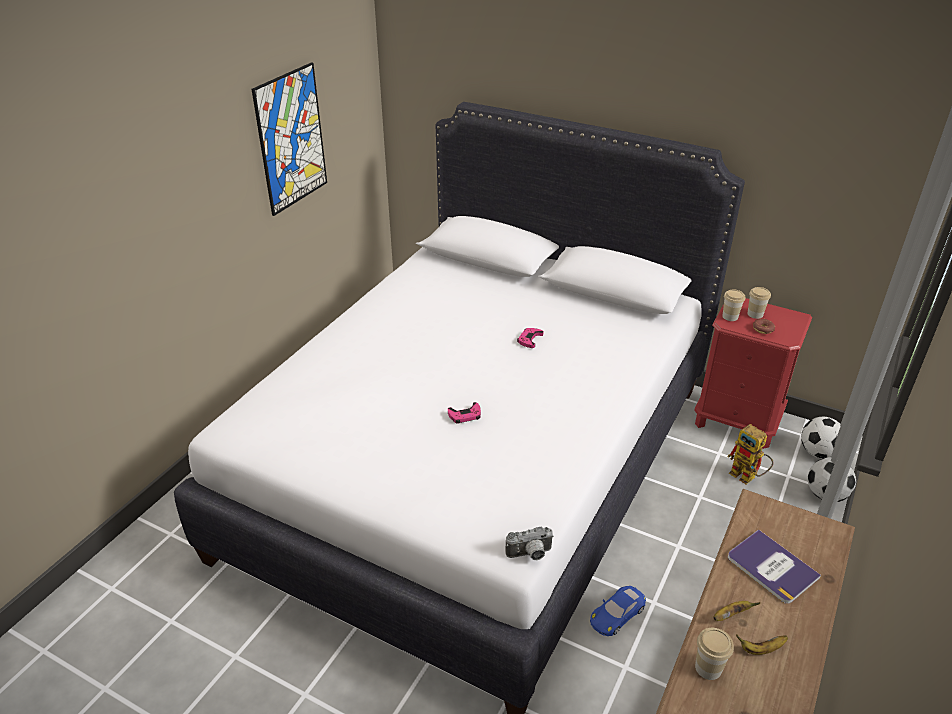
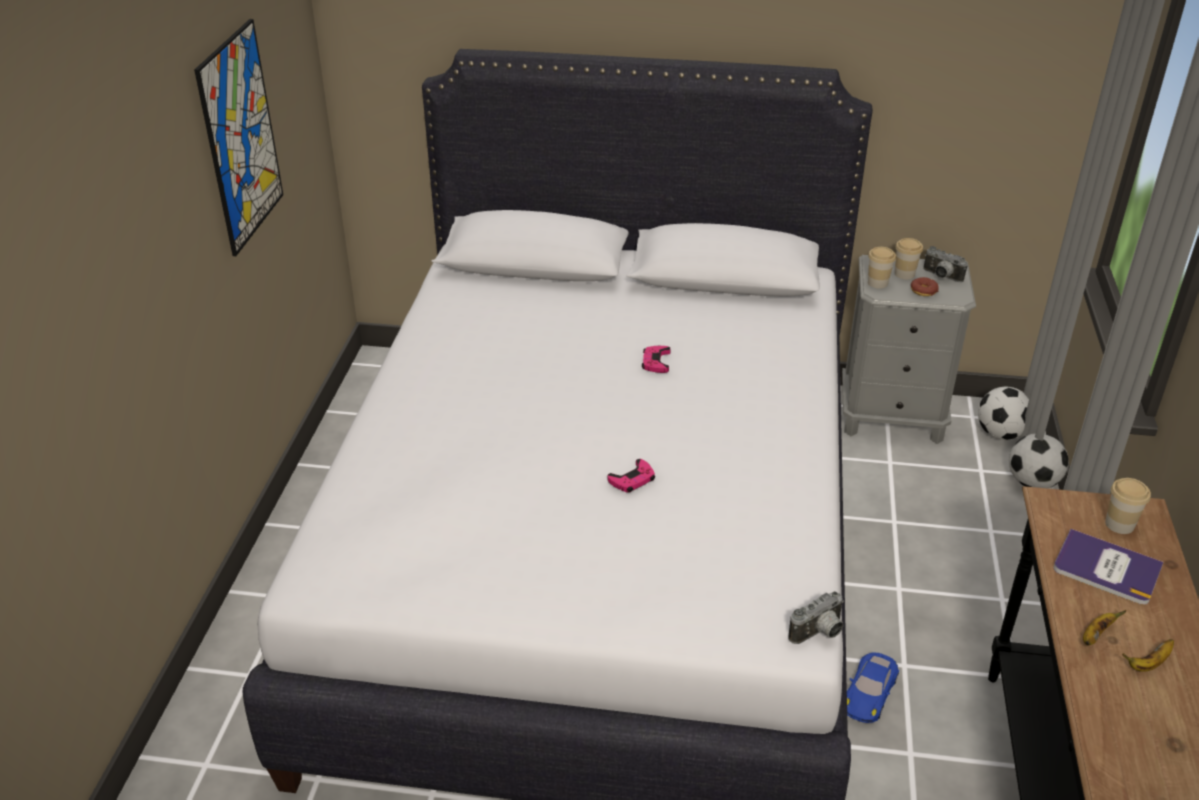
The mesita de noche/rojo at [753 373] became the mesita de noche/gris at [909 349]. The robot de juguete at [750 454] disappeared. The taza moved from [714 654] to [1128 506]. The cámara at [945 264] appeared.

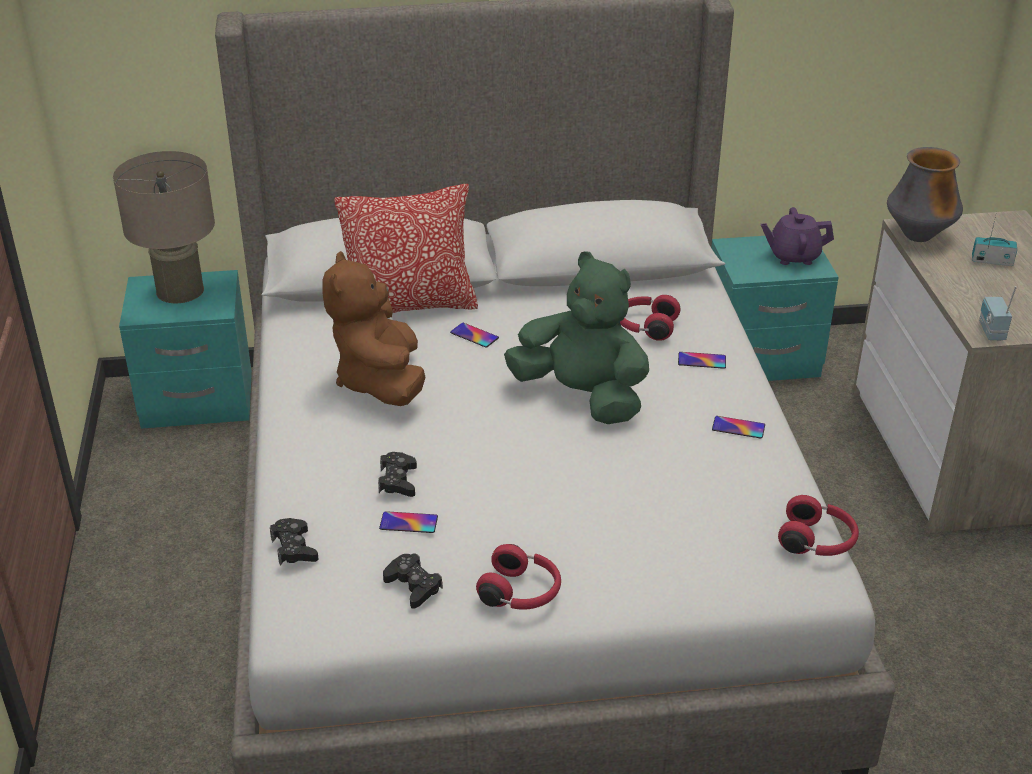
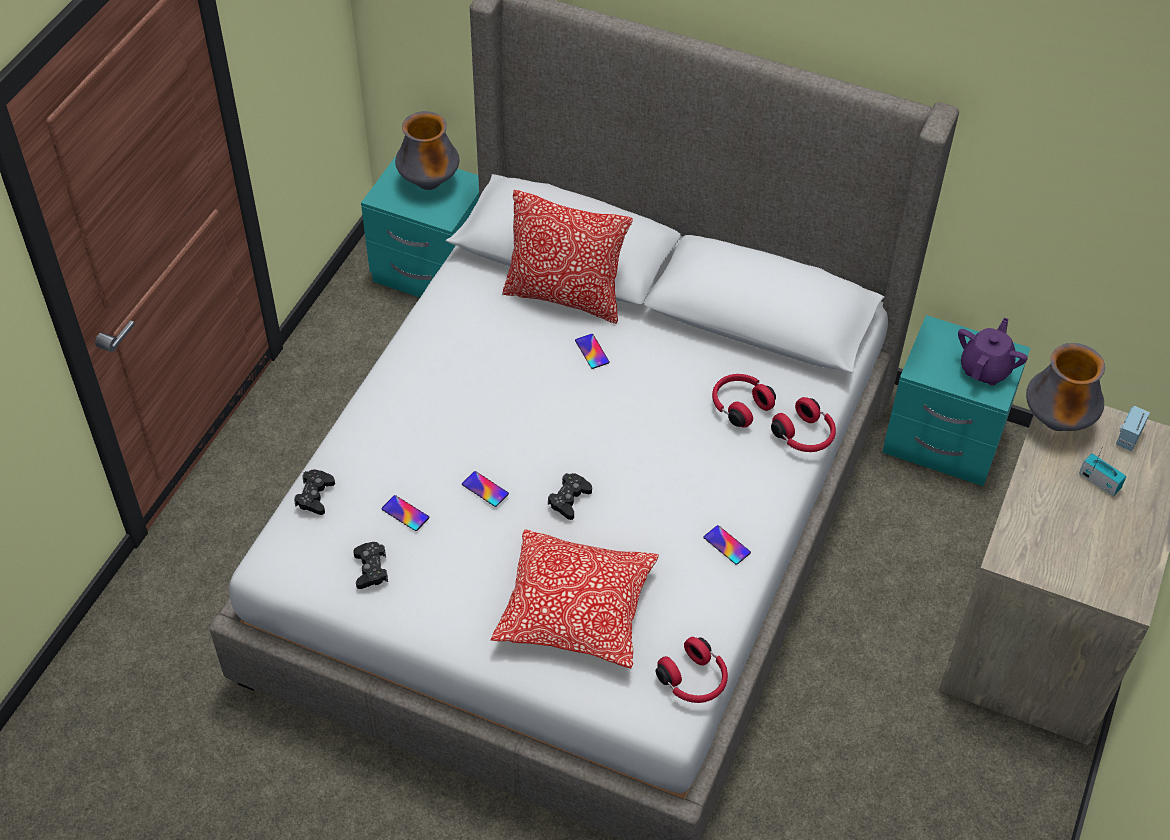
The lámpara de mesa/beis at [164 227] was replaced by the florero at [427 150]. The tetera/morado at [797 236] turned 90 degrees clockwise. The peluche/marrón at [374 328] disappeared. The peluche/verde at [576 337] disappeared. The radio moved from [998 313] to [1133 428]. The móvil moved from [702 360] to [485 489]. The mando de consola/negro moved from [397 474] to [570 496]. The auriculares/rojo moved from [518 576] to [803 424]. The cojín at [575 598] appeared.

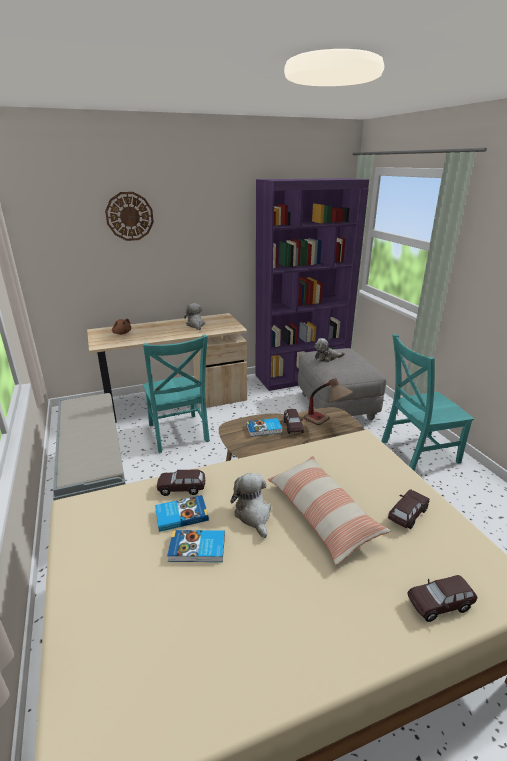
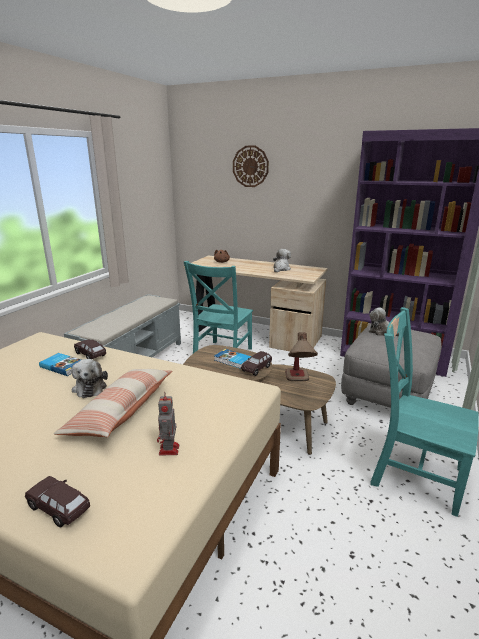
The peluche at [250 505] turned 135 degrees clockwise. The coche de juguete/marrón at [408 509] was replaced by the robot de juguete at [168 423]. The libro at [196 546] disappeared.

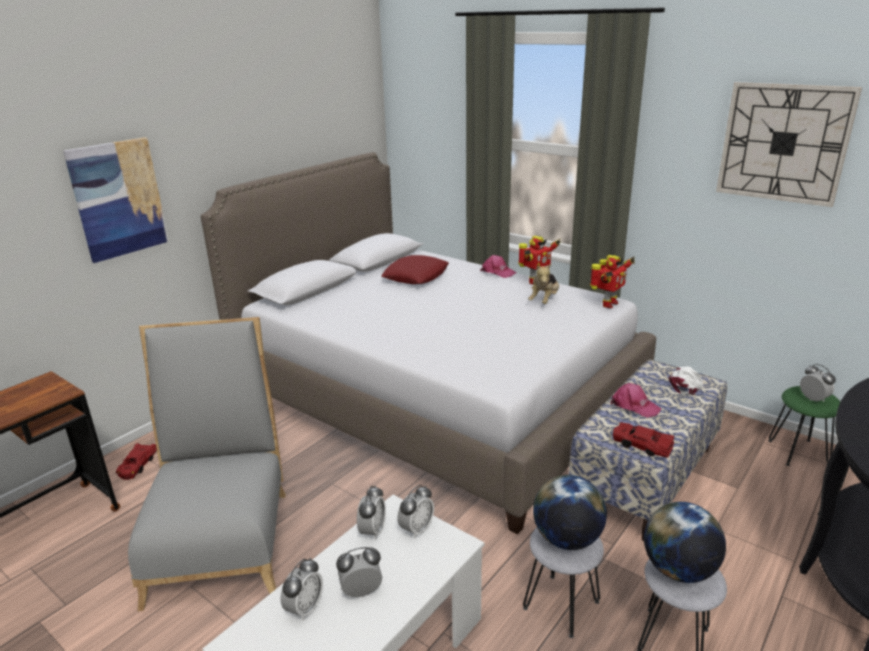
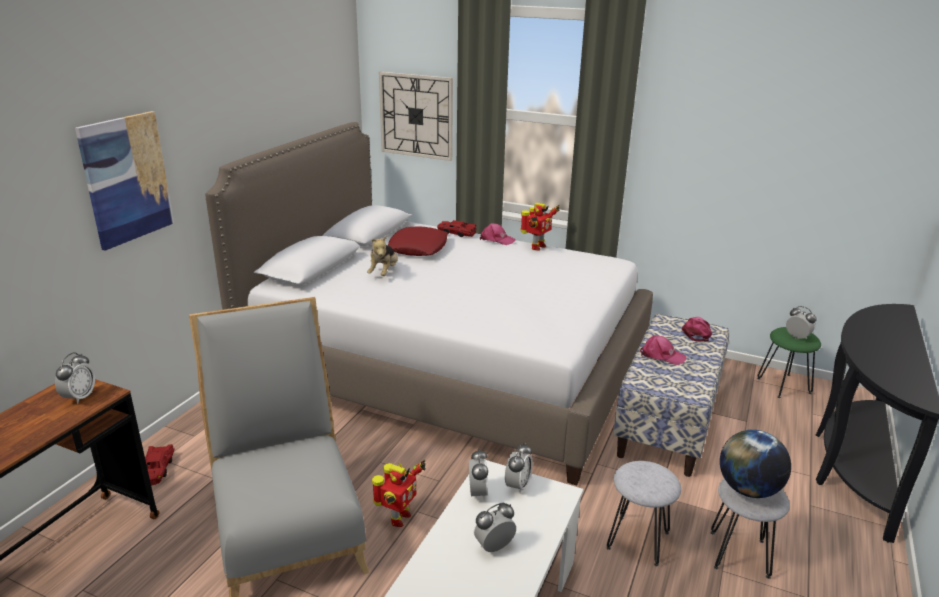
The reloj de pared moved from [789 144] to [416 116]. The robot de juguete moved from [612 281] to [399 493]. The peluche moved from [543 284] to [382 255]. The gorra/blanco at [685 380] became the gorra/rosa at [696 329]. The coche de juguete/rojo moved from [643 440] to [456 228]. The globo terráqueo at [570 512] disappeared. The despertador moved from [301 589] to [75 378].

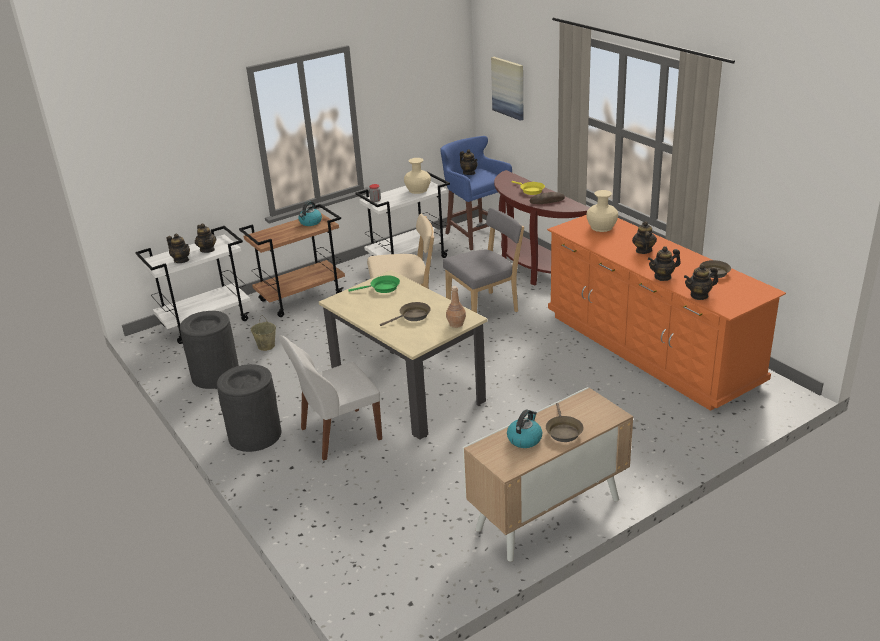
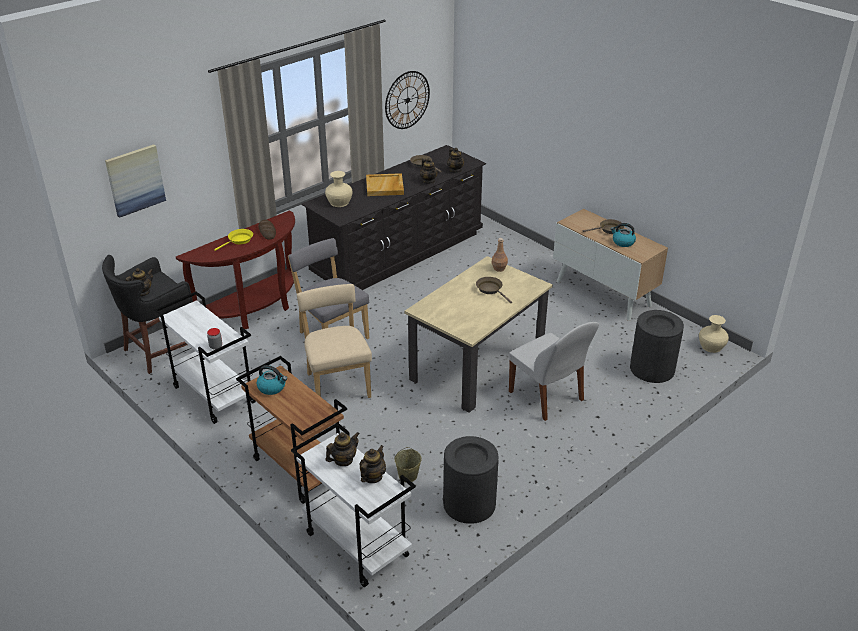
The taburete/azul at [476 193] became the taburete/negro at [147 314]. The florero/beis moved from [417 176] to [714 334]. The cómoda/naranja at [666 313] became the cómoda/negro at [394 217]. The tetera at [644 237] was replaced by the bandeja/beis at [385 184]. The sartén/verde at [374 284] disappeared. The papelera/negro moved from [249 408] to [657 346]. The reloj de pared at [407 100] appeared.

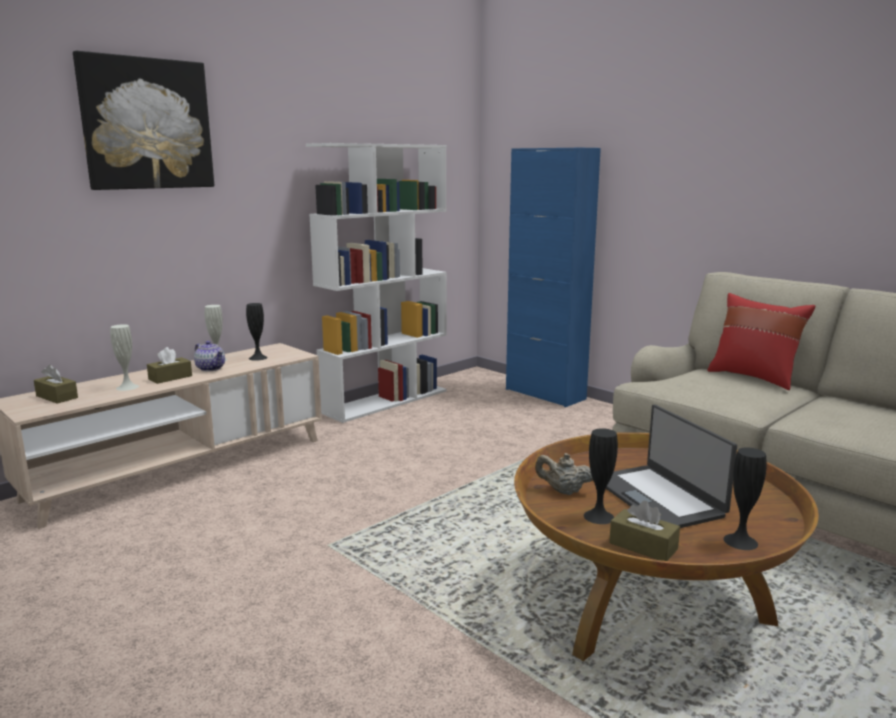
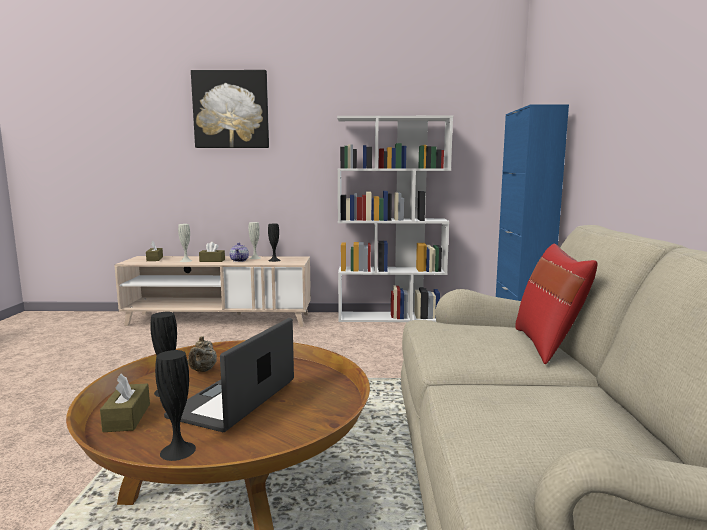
The tetera/beis at [564 474] turned 150 degrees counterclockwise.

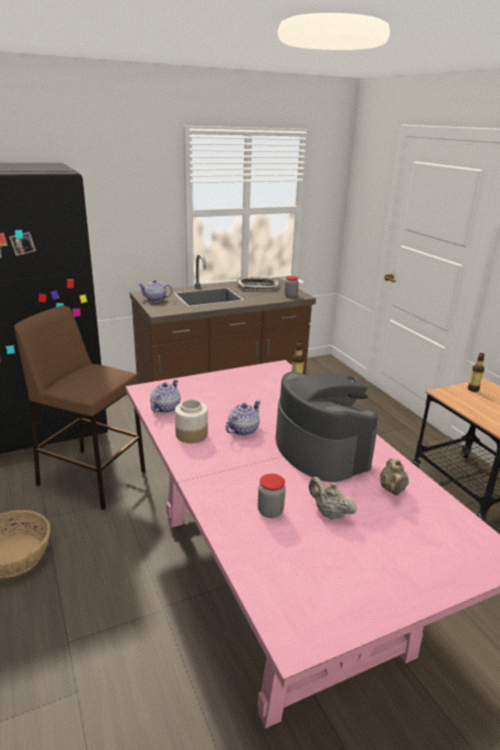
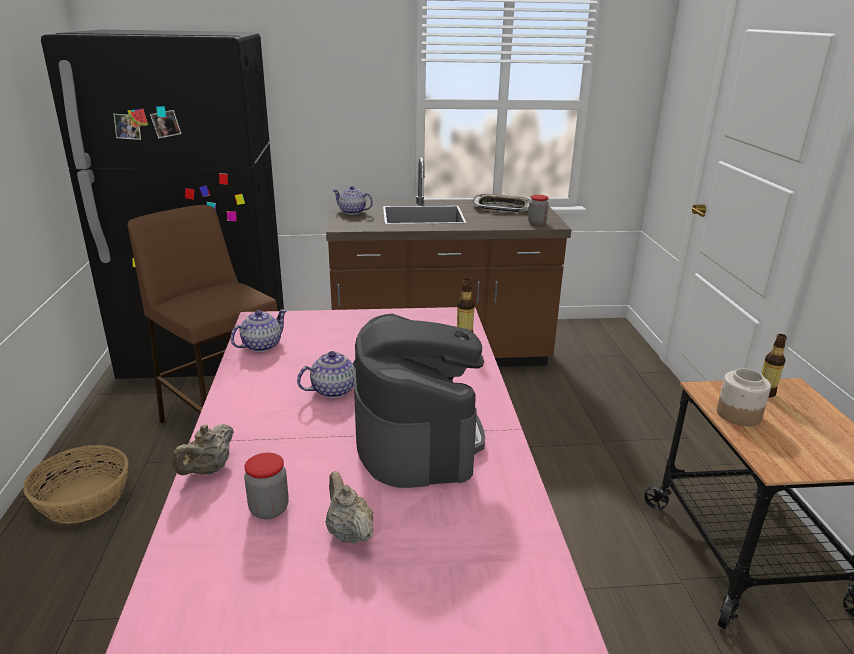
The tarro moved from [191 421] to [744 397]. The tetera/beis moved from [394 476] to [203 450].

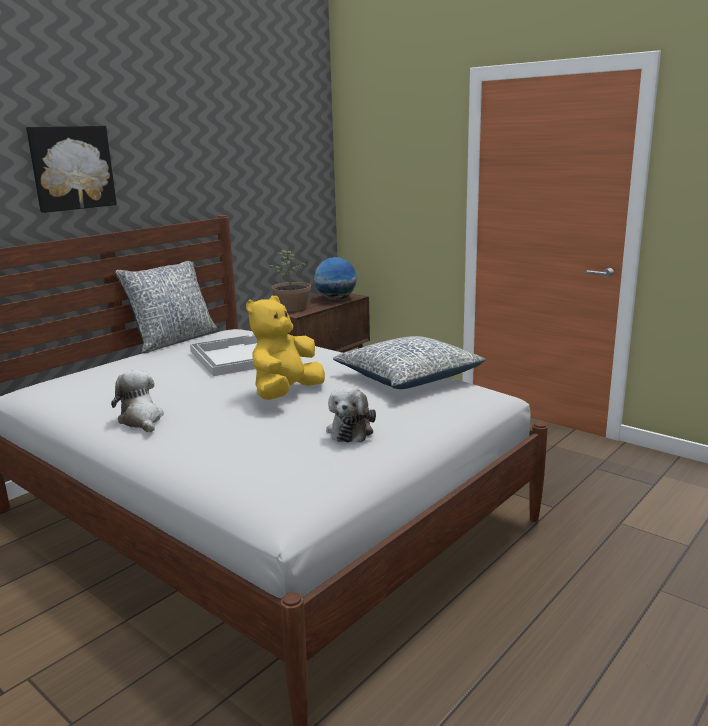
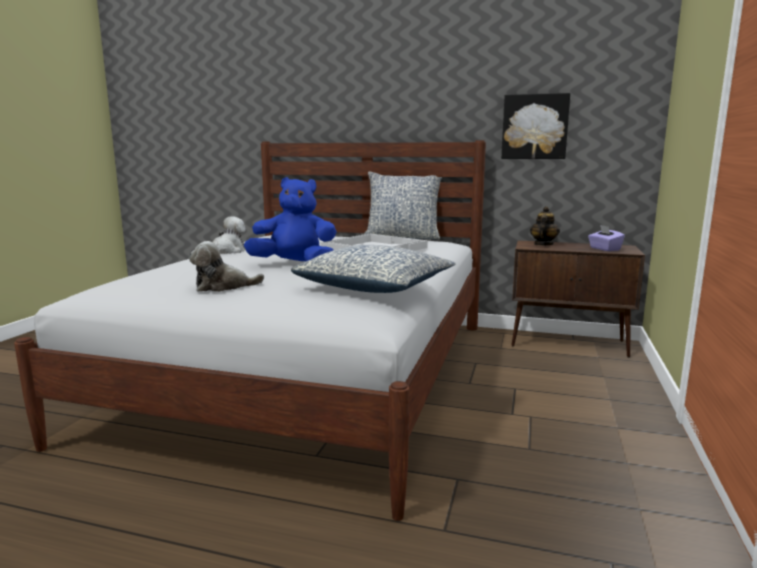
The cuadro moved from [71 169] to [535 126]. The planta en maceta at [290 281] was replaced by the tetera at [545 225]. The globo terráqueo at [335 278] was replaced by the caja de pañuelos/morado at [606 238]. The peluche/amarillo at [285 348] became the peluche/azul at [290 219].

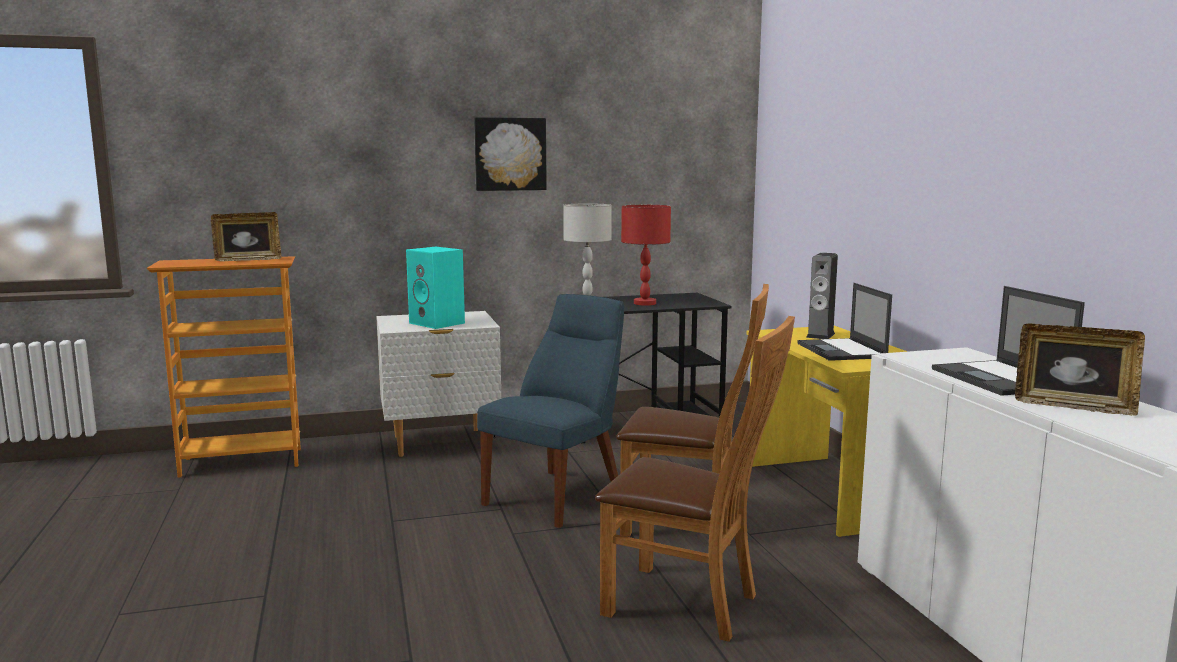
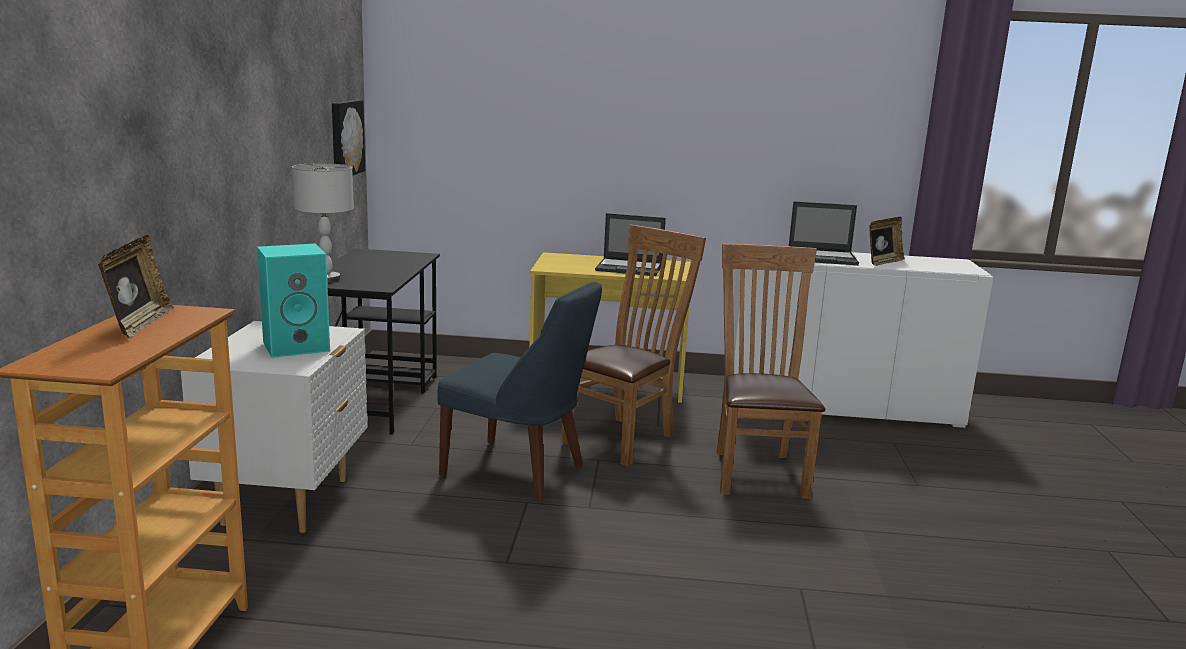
The cuadro moved from [510 154] to [348 137]. The lámpara de mesa/rojo at [646 255] disappeared. The altavoz at [822 296] disappeared. The silla/azul at [550 411] turned 150 degrees clockwise. The silla/marrón at [695 479] turned 45 degrees counterclockwise.

